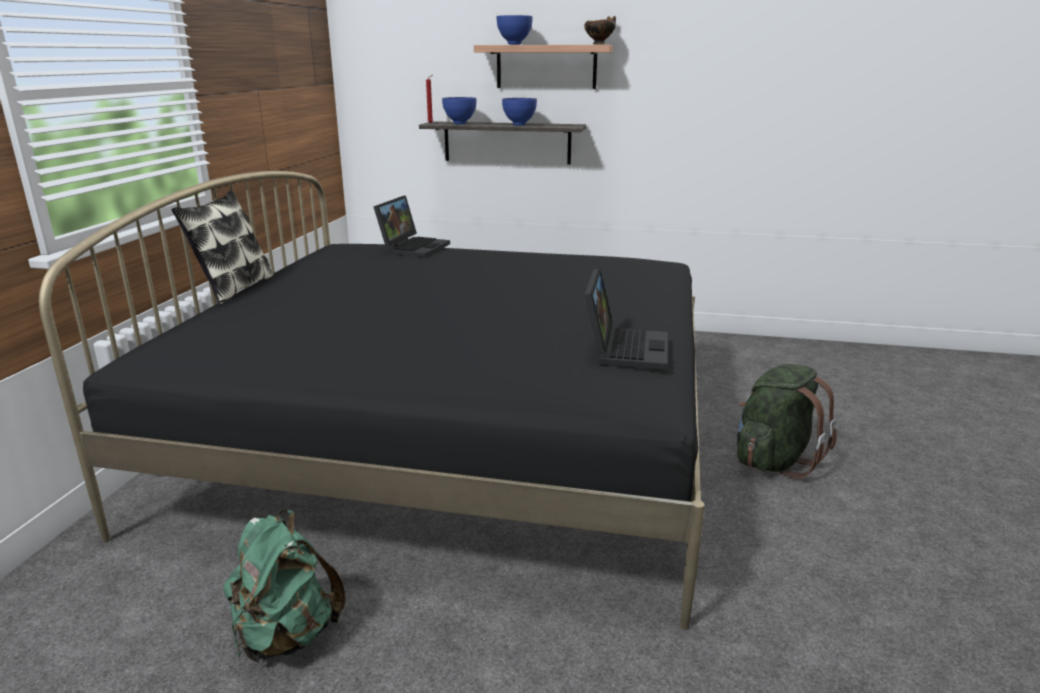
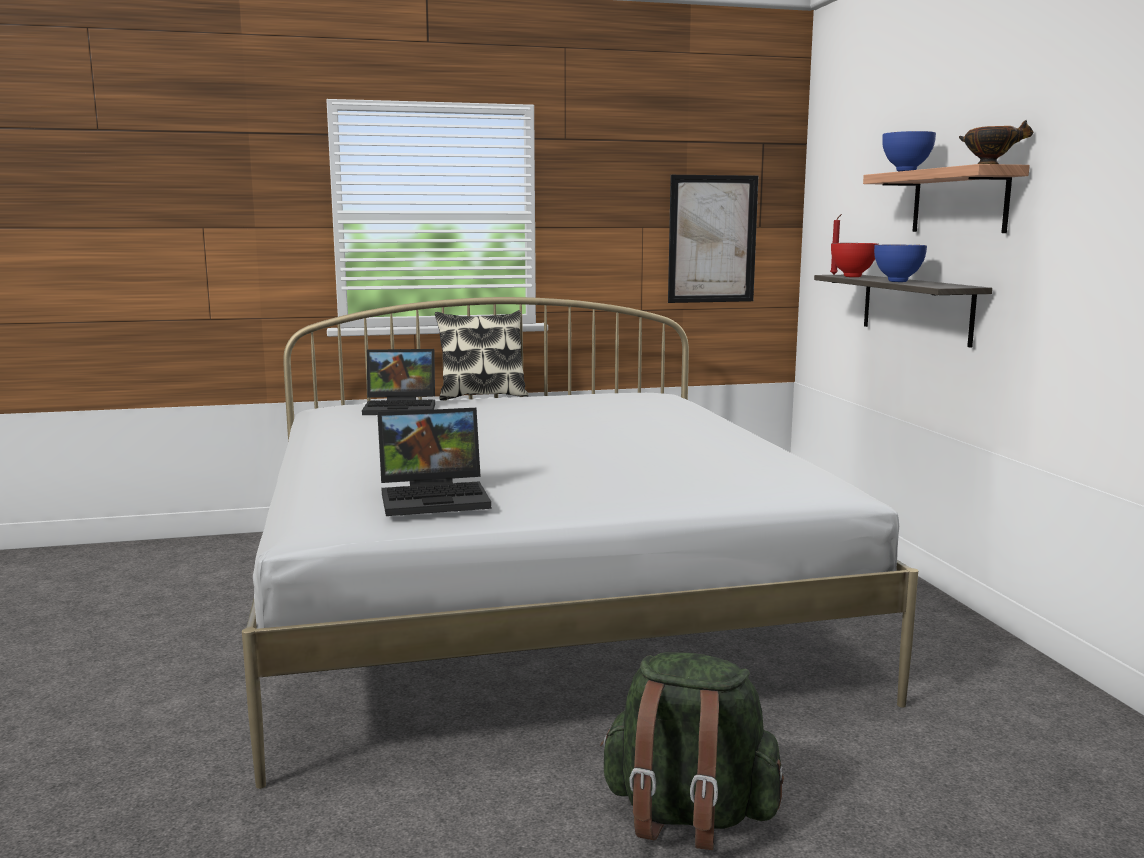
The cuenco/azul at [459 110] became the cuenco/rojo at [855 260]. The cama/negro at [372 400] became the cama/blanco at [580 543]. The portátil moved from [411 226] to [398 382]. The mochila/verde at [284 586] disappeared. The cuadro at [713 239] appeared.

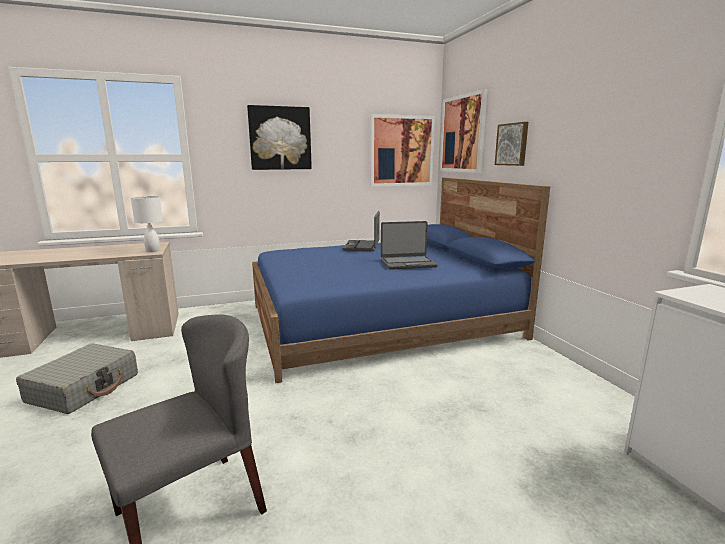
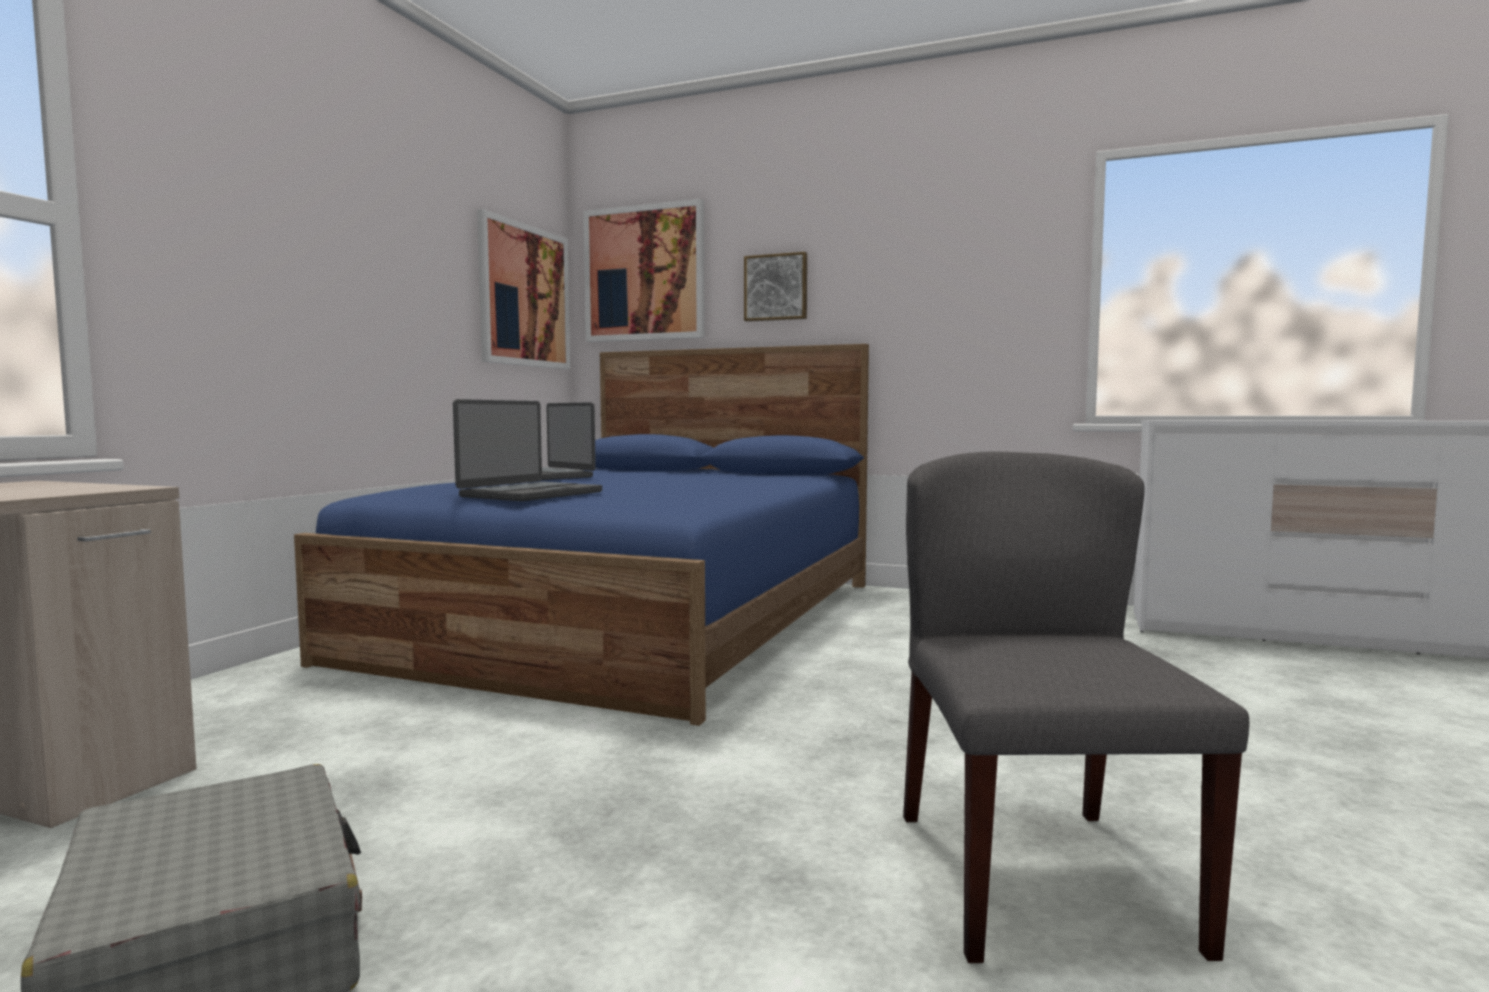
The cuadro at [279 137] disappeared. The lámpara de mesa/blanco at [147 224] disappeared. The portátil moved from [409 245] to [527 450].

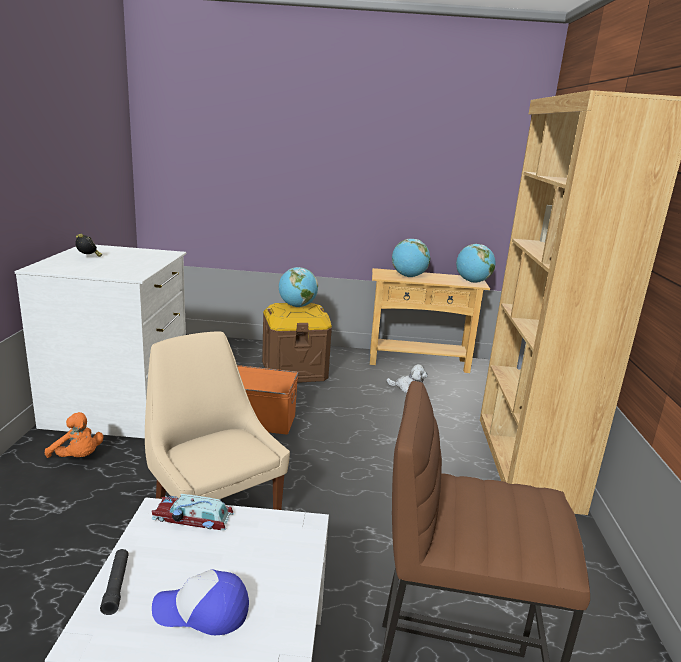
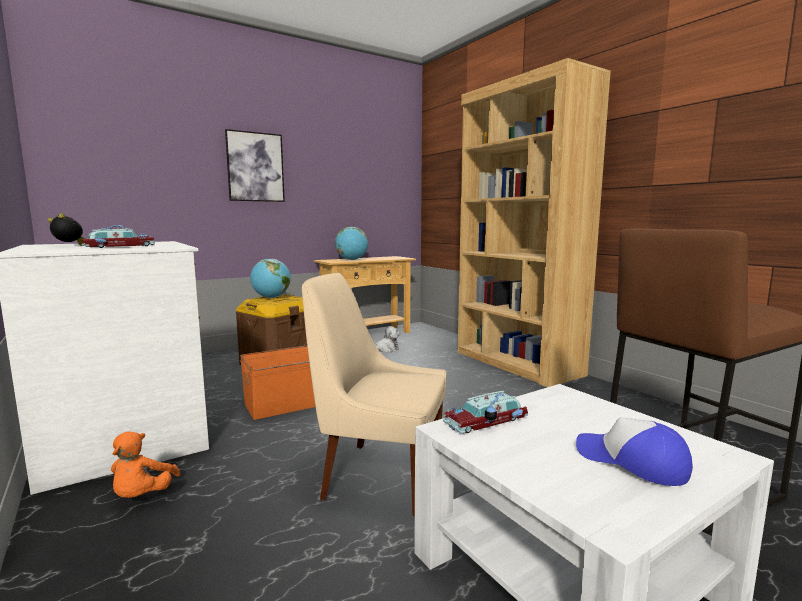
The globo terráqueo at [476 263] disappeared. The peluche/naranja at [74 435] turned 90 degrees clockwise. The linterna/negro at [114 582] disappeared. The gorra at [200 602] turned 75 degrees clockwise. The cuadro at [255 165] appeared. The coche de juguete at [118 236] appeared.

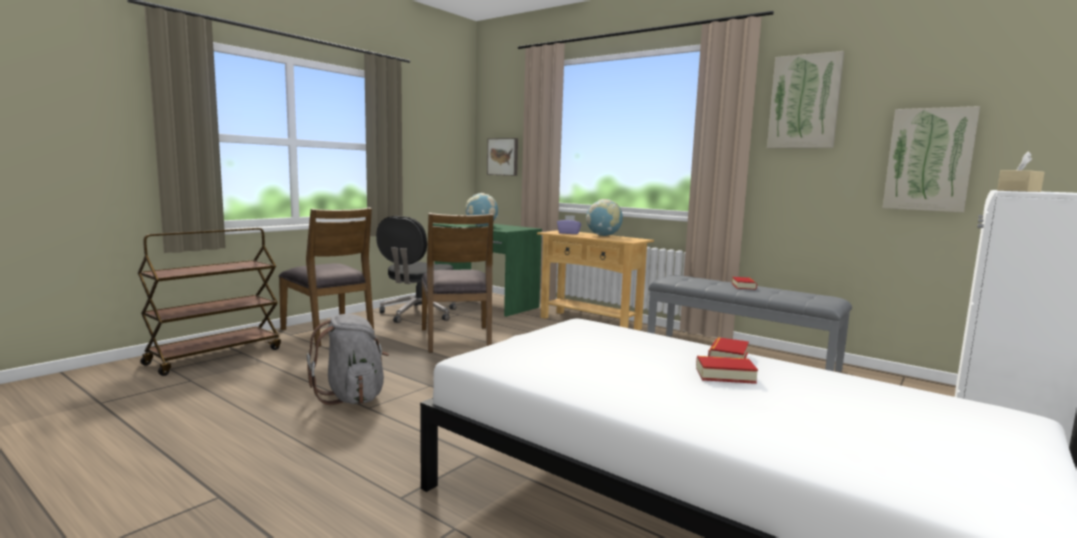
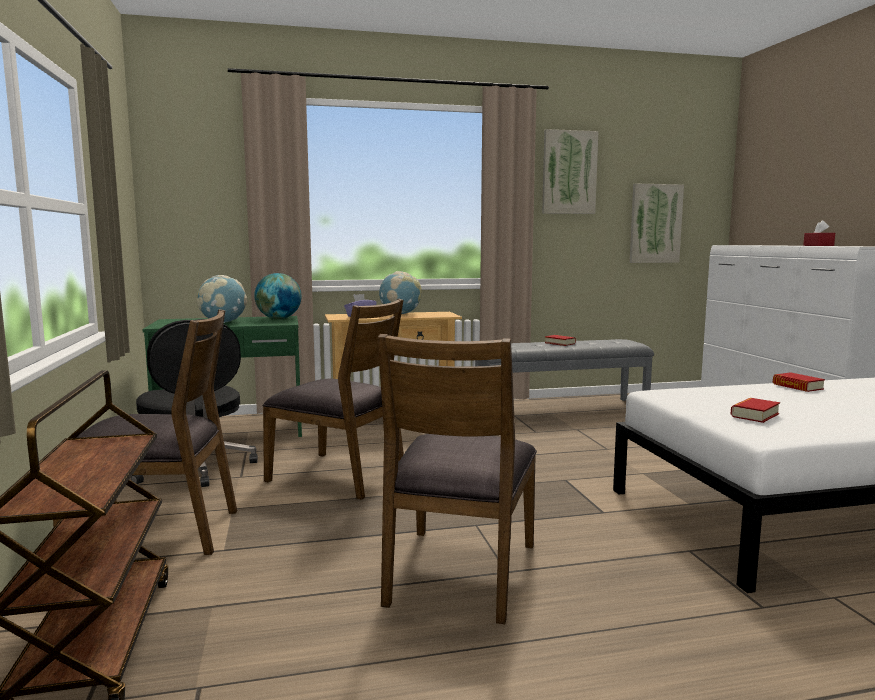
The cuadro at [502 157] disappeared. The caja de pañuelos/beis at [1021 171] became the caja de pañuelos/rojo at [819 233]. The mochila/gris at [348 359] was replaced by the silla/marrón at [457 479]. The libro moved from [727 370] to [755 410]. The globo terráqueo at [278 296] appeared.

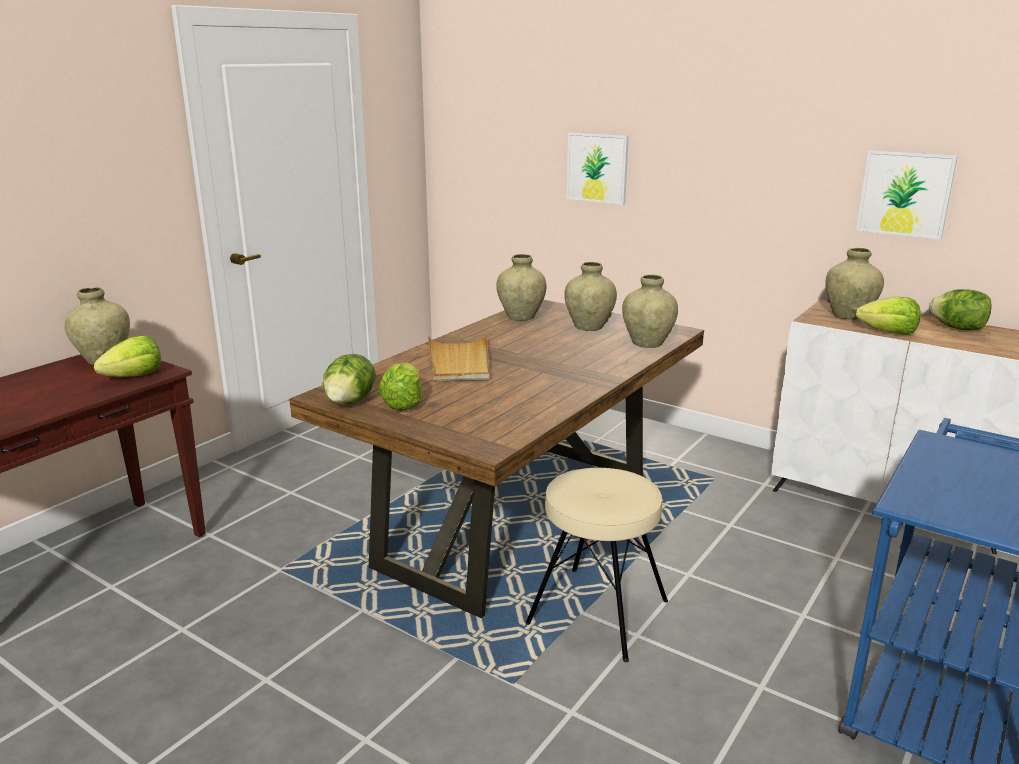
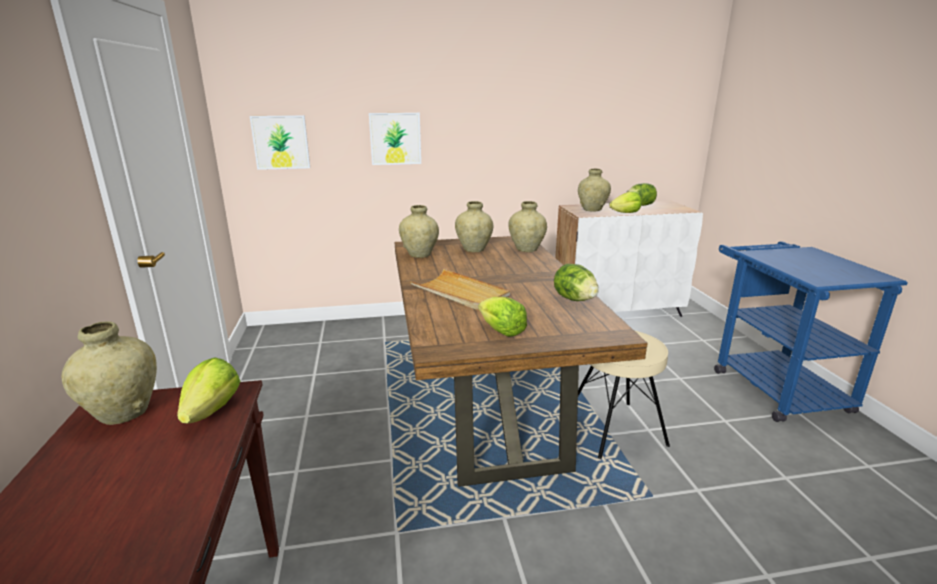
The cuadro moved from [907 195] to [280 142]. The lechuga moved from [349 379] to [576 282].

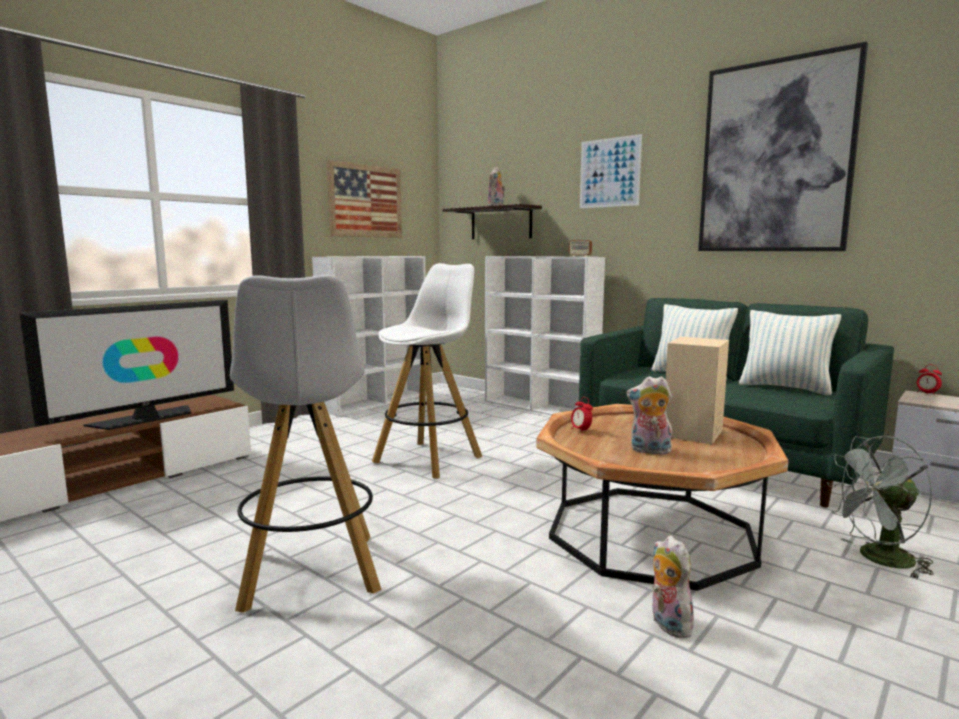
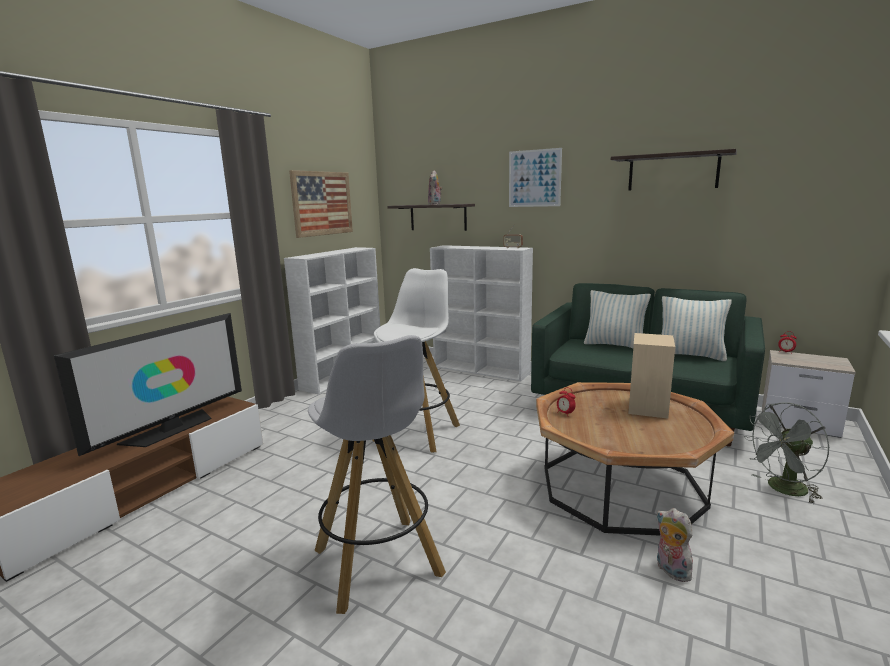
The cuadro at [783 146] was replaced by the estante at [674 170]. The peluche at [649 416] disappeared.

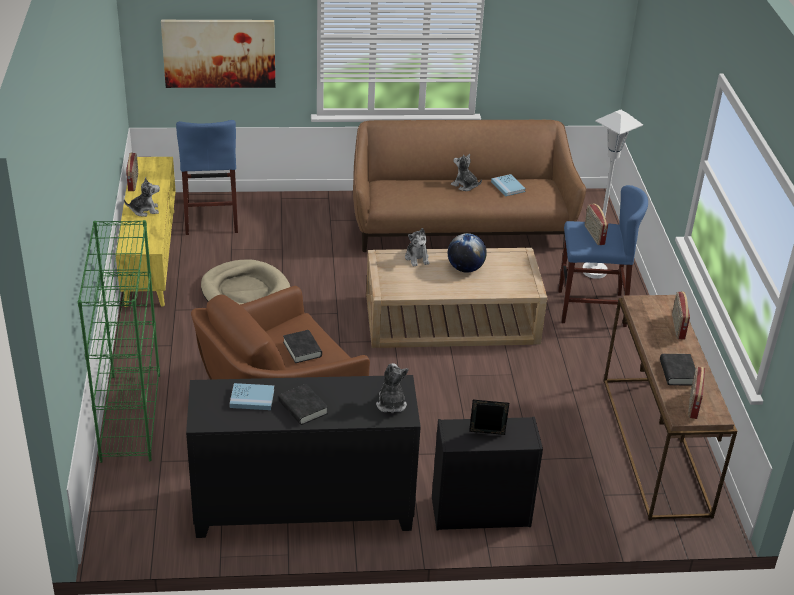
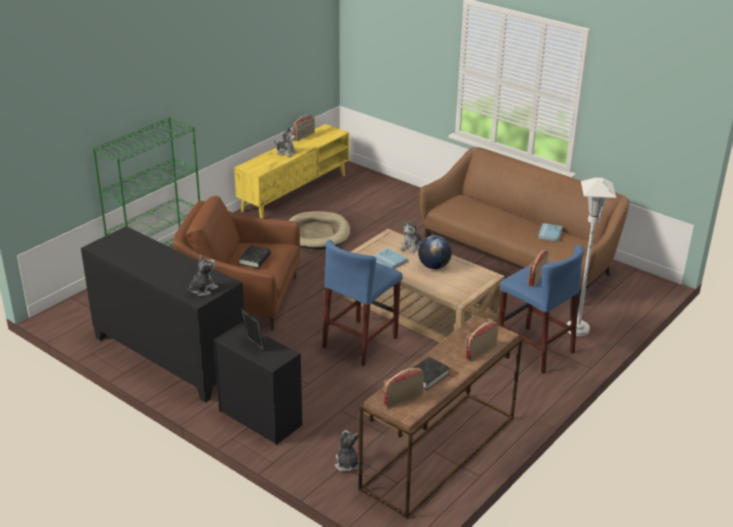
The cuadro at [218 54] disappeared. The taburete/azul moved from [207 177] to [363 303]. The peluche moved from [466 172] to [347 451]. The libro/azul moved from [251 396] to [390 258]. The libro/negro at [303 404] disappeared.

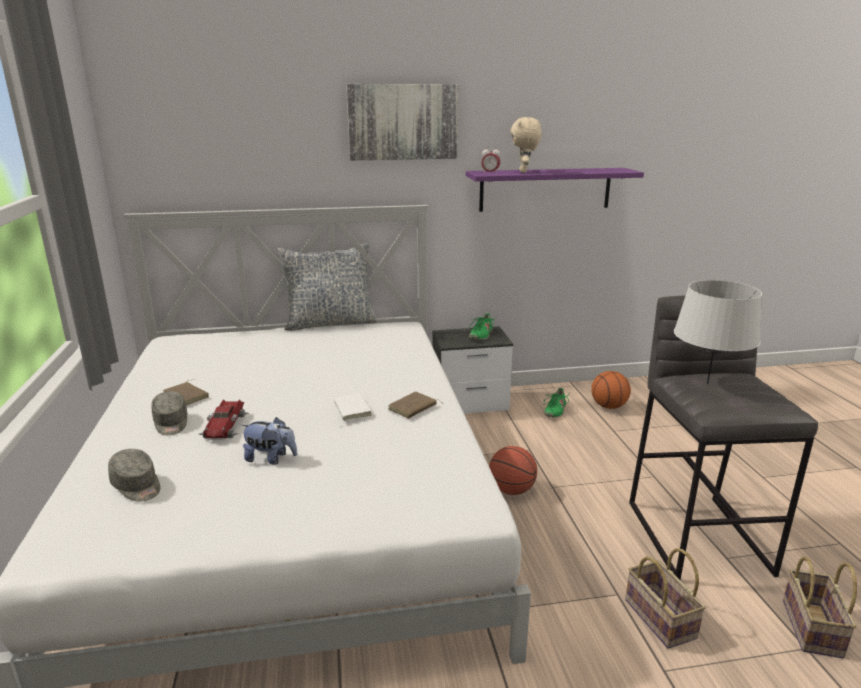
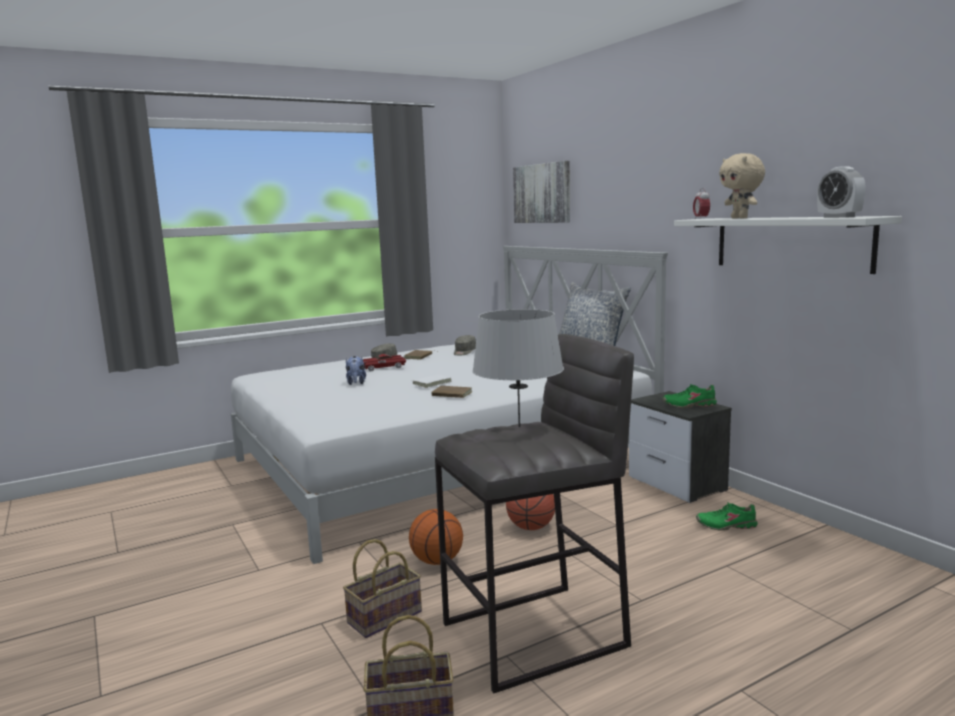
The cuadro moved from [402 122] to [541 192]. The peluche/beis at [525 145] turned 90 degrees counterclockwise. The estante/morado at [555 190] became the estante/blanco at [788 245]. The balón de baloncesto moved from [611 390] to [436 537]. The gorra/gris moved from [134 475] to [465 345]. The despertador at [841 192] appeared.

